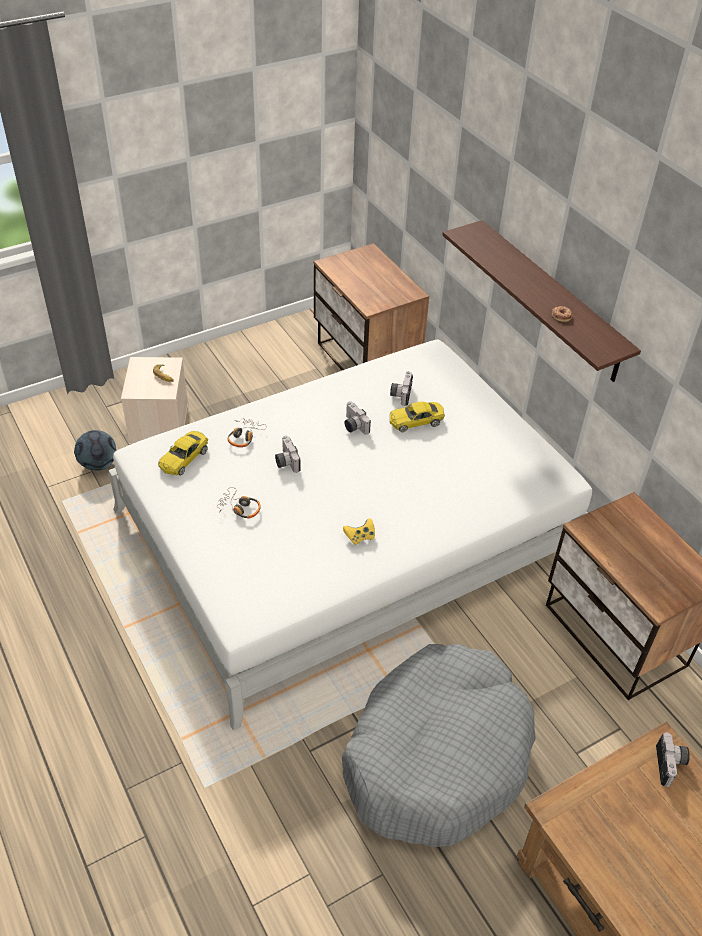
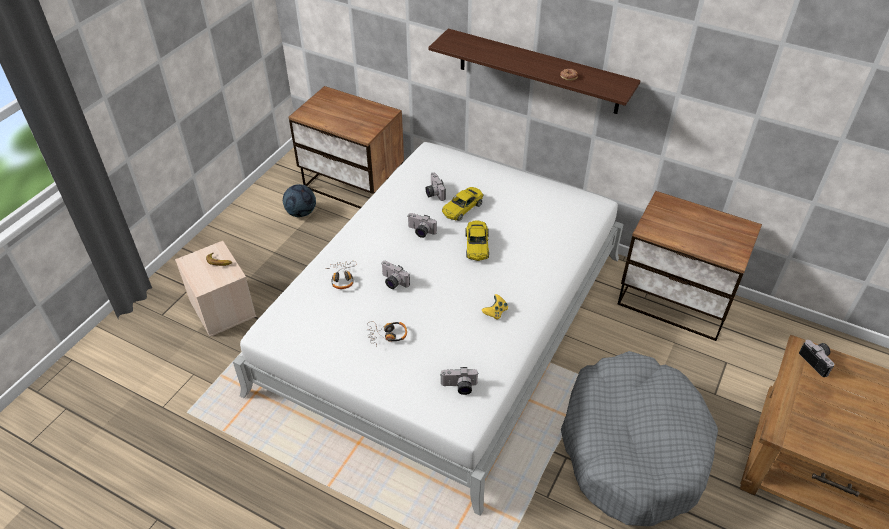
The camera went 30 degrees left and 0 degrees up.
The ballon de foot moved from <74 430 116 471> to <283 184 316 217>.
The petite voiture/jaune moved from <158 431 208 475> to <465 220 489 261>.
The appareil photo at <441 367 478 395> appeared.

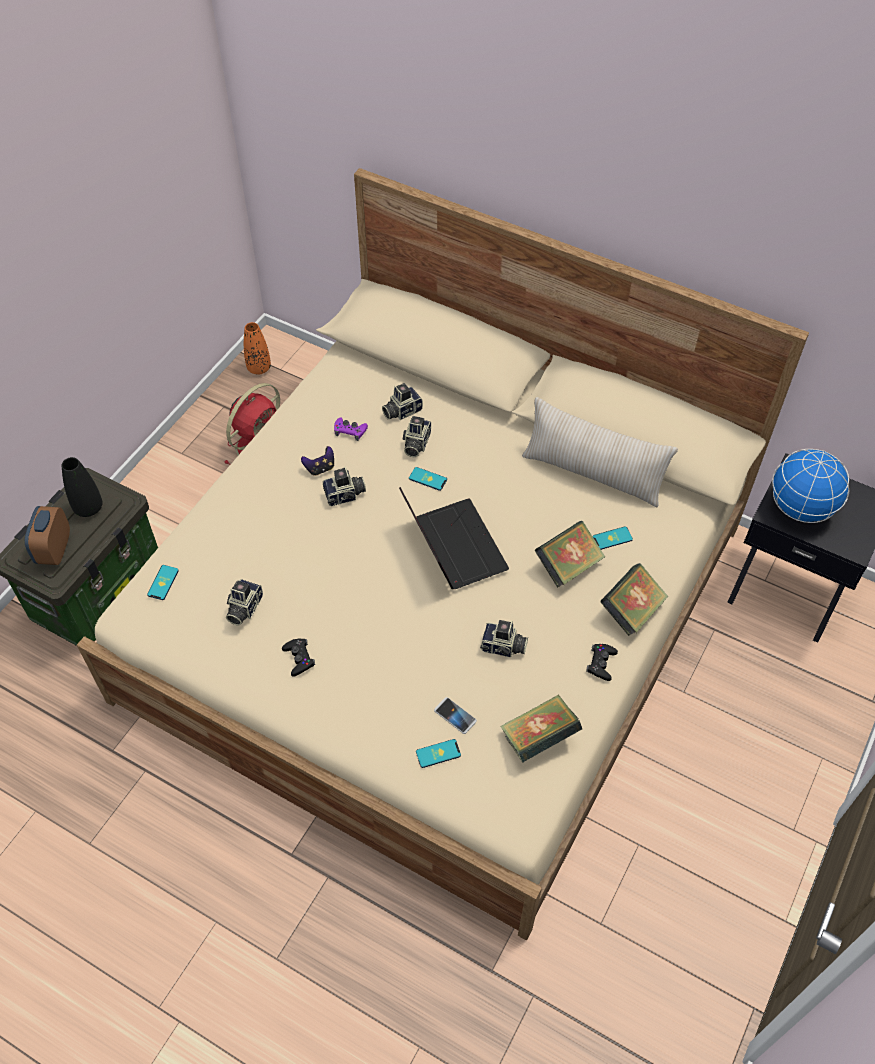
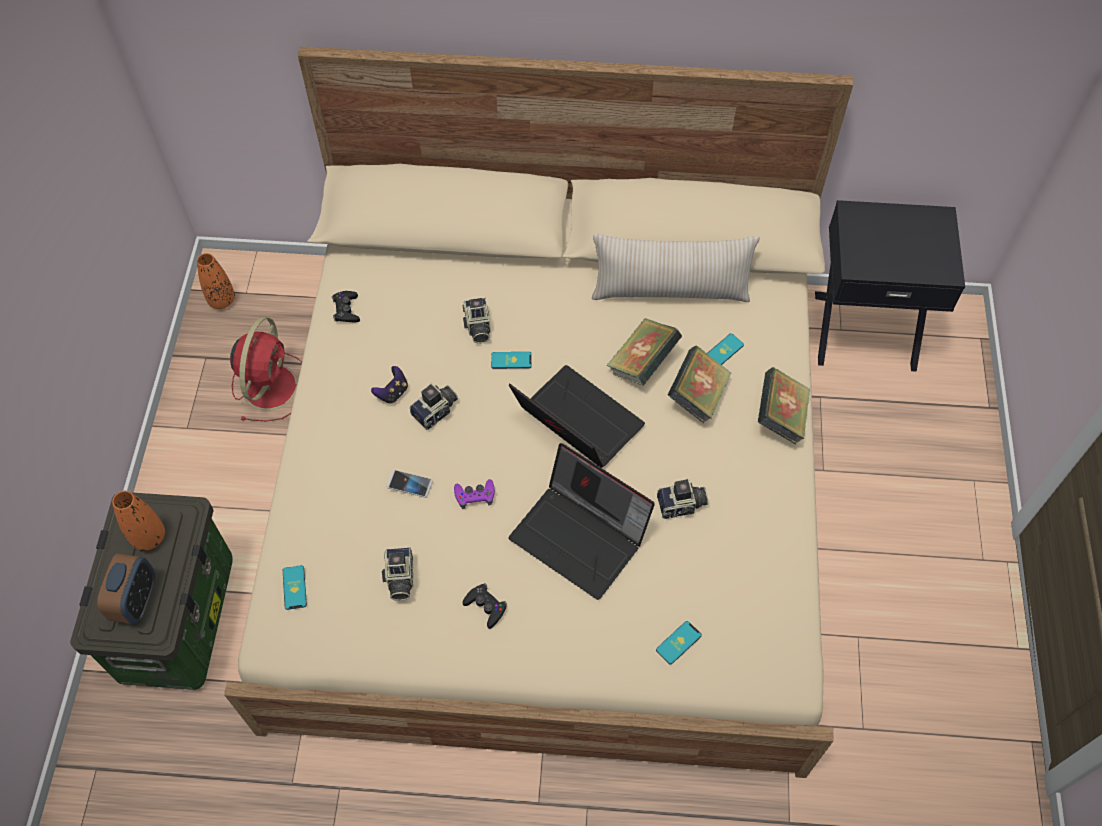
The camera went 25 degrees left and 5 degrees up.
The appareil photo at <382 383 423 420> disappeared.
The manette/violet moved from <334 417 368 441> to <454 479 495 509>.
The globe at <772 449 849 523> disappeared.
The vase/noir at <62 457 103 517> became the vase/orange at <112 491 165 551>.
The réveil at <25 506 70 565> turned 150 degrees counterclockwise.
The manette/noir moved from <586 644 618 681> to <332 291 360 322>.
The livre moved from <500 695 582 762> to <606 318 682 386>.
The téléphone moved from <434 697 477 734> to <387 470 433 498>.
The ordinateur portable at <509 443 655 600> appeared.

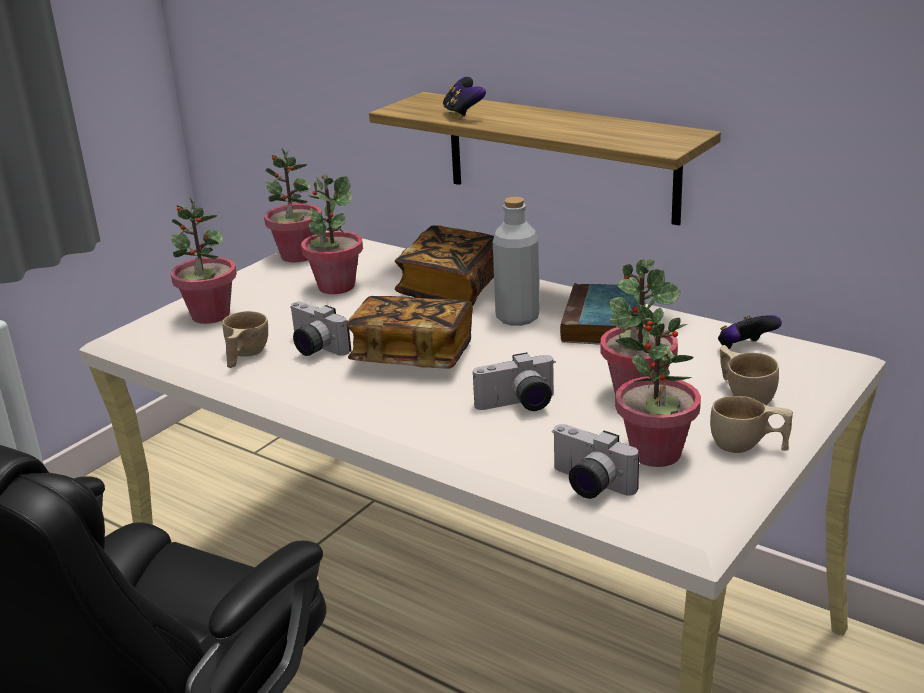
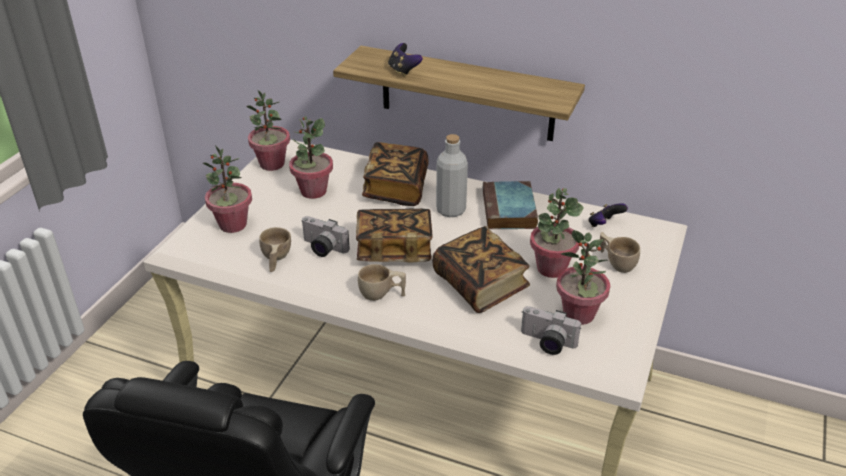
The camera went 15 degrees left and 10 degrees up.
The appareil photo at <473 352 556 411> was replaced by the livre at <432 226 530 313>.
The tasse/beige moved from <710 396 793 453> to <358 264 406 301>.

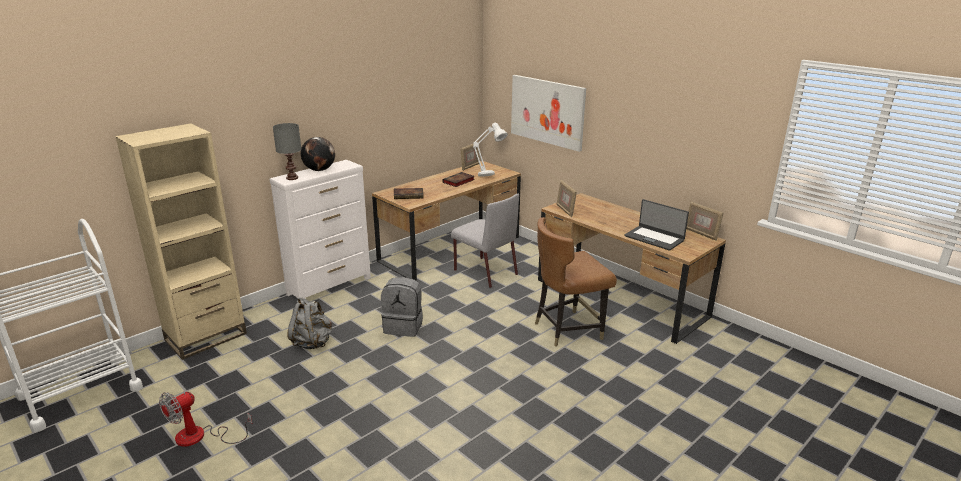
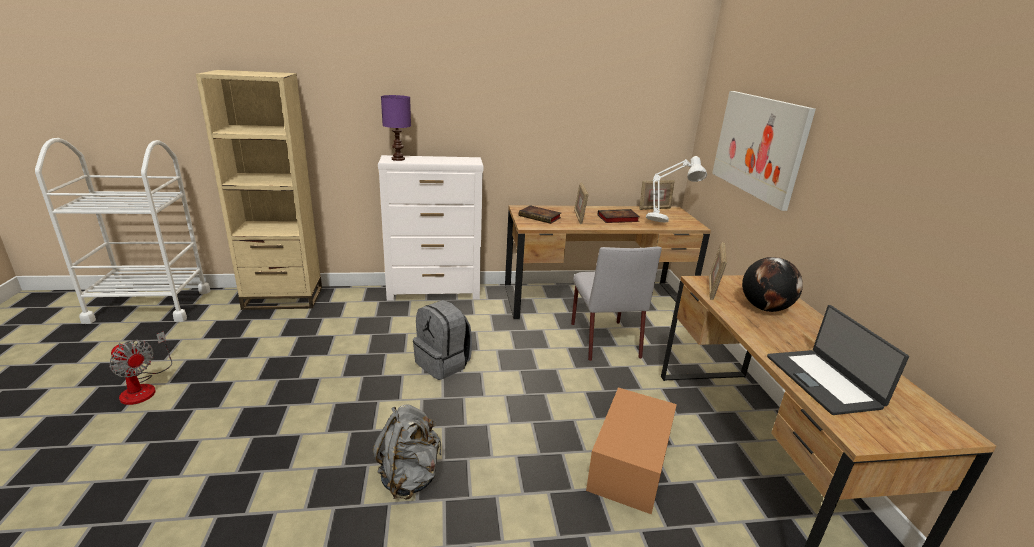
The camera went 35 degrees right and 0 degrees up.
The lampe de table/gris at <273 123 301 180> became the lampe de table/violet at <381 95 411 161>.
The globe moved from <301 137 335 171> to <742 257 803 312>.
The cadre photo moved from <686 202 723 240> to <574 183 589 224>.
The chaise/marron at <535 217 617 347> was replaced by the carton at <586 388 677 515>.
The sac à dos/gris moved from <287 297 332 349> to <373 404 441 500>.
The ventilateur at <159 391 253 447> turned 135 degrees counterclockwise.

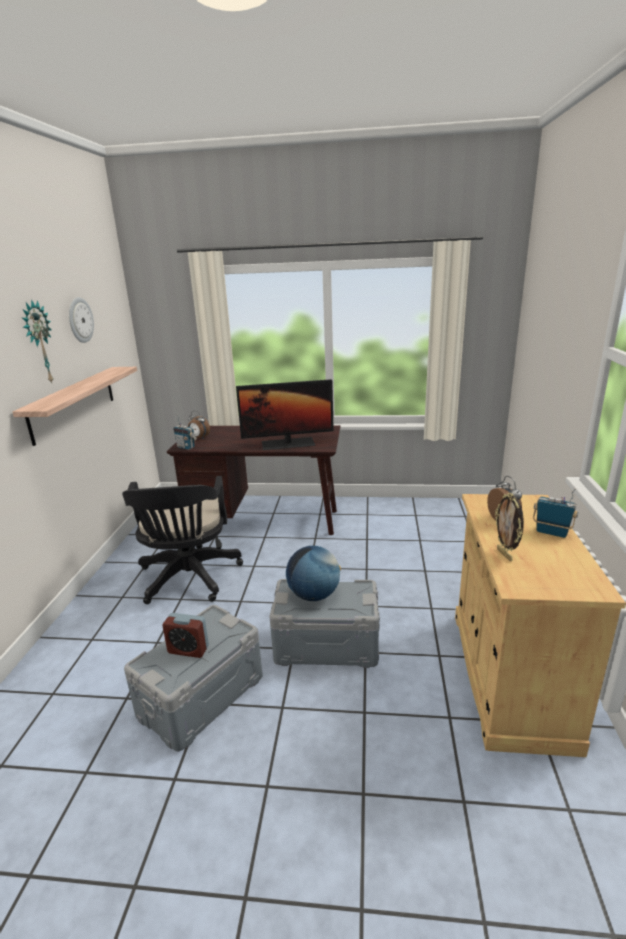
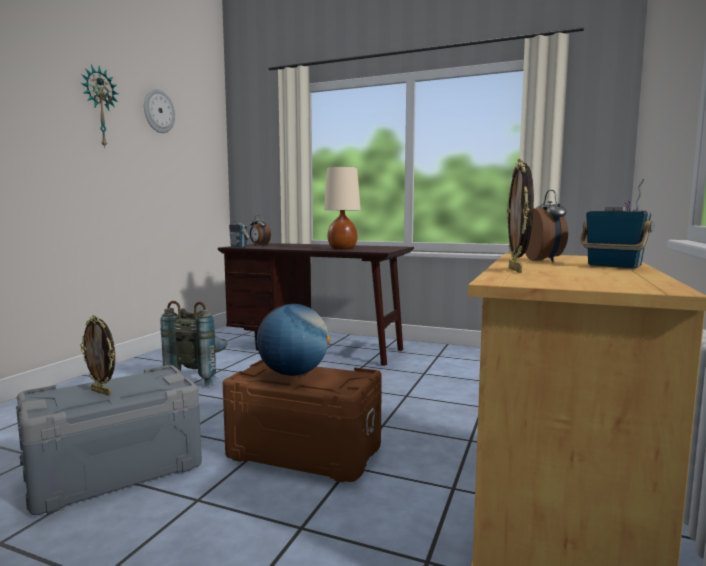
The camera went 15 degrees right and 15 degrees down.
The étagère at <13 367 137 446> disappeared.
The écran d'ordinateur at <236 379 334 450> was replaced by the lampe de table/beige at <324 166 361 250>.
The chaise de bureau/noir at <122 476 243 604> was replaced by the sac à dos/gris at <160 301 227 387>.
The boîte de rangement/gris at <270 579 380 668> became the boîte de rangement/marron at <223 359 382 482>.
The réveil at <162 613 209 658> was replaced by the cadre photo at <80 315 115 395>.

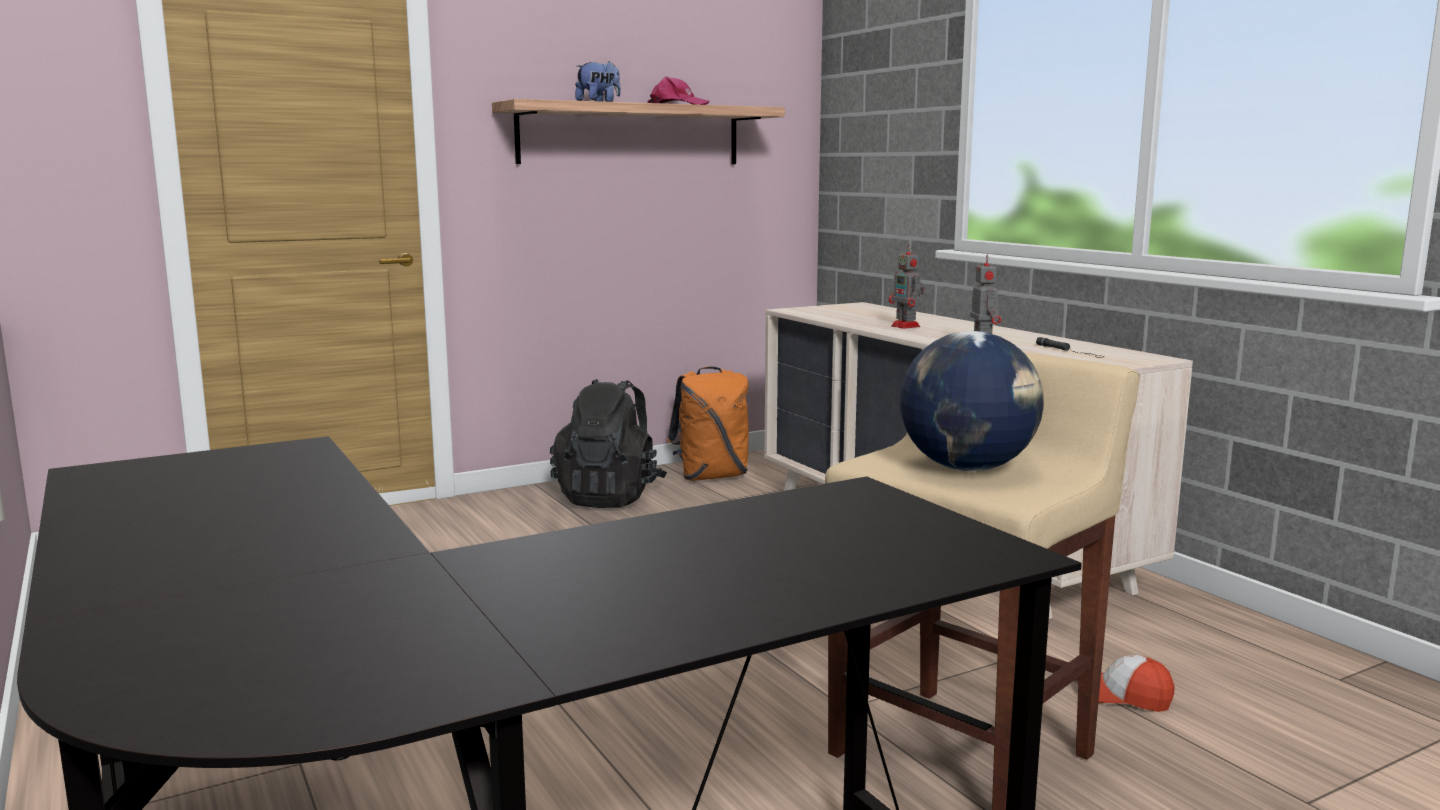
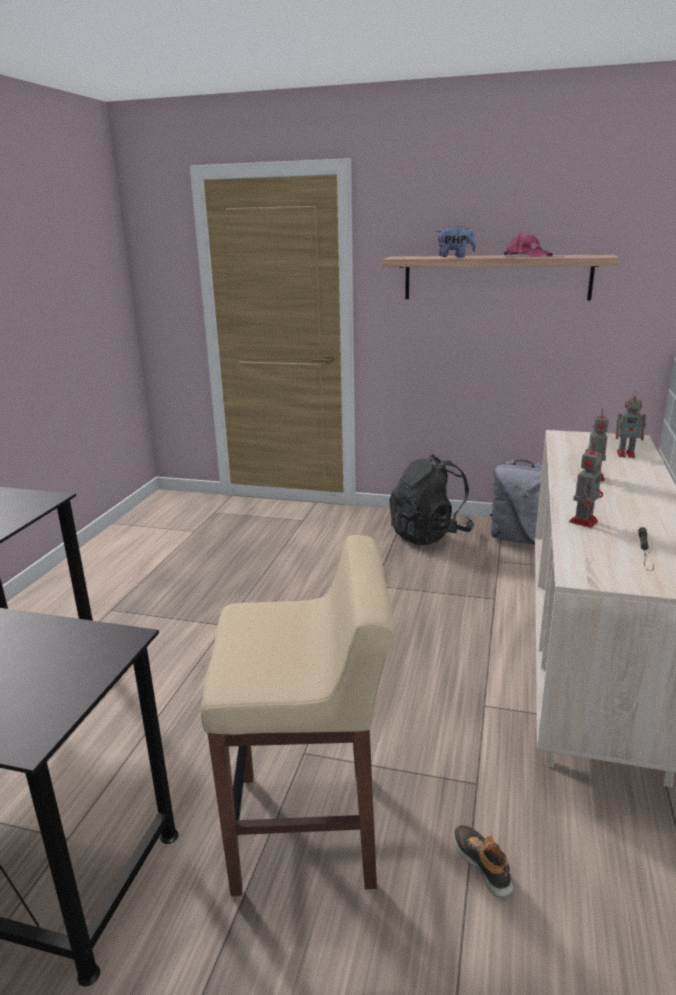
The camera went 45 degrees right and 10 degrees up.
The globe at <900 331 1044 471> disappeared.
The sac à dos/orange at <667 366 749 481> became the sac à dos/gris at <490 460 542 545>.
The casquette at <1098 655 1175 712> was replaced by the chaussure at <454 825 513 898>.
The robot jouet at <616 391 646 458> appeared.

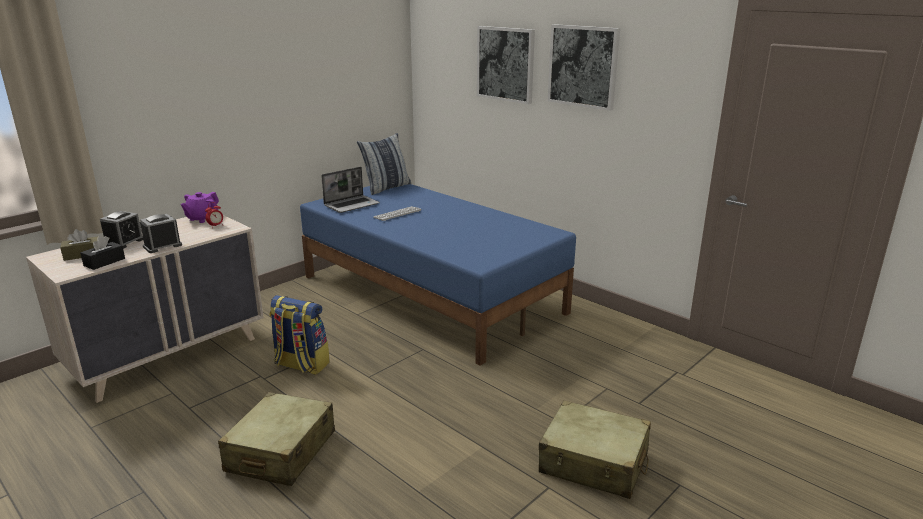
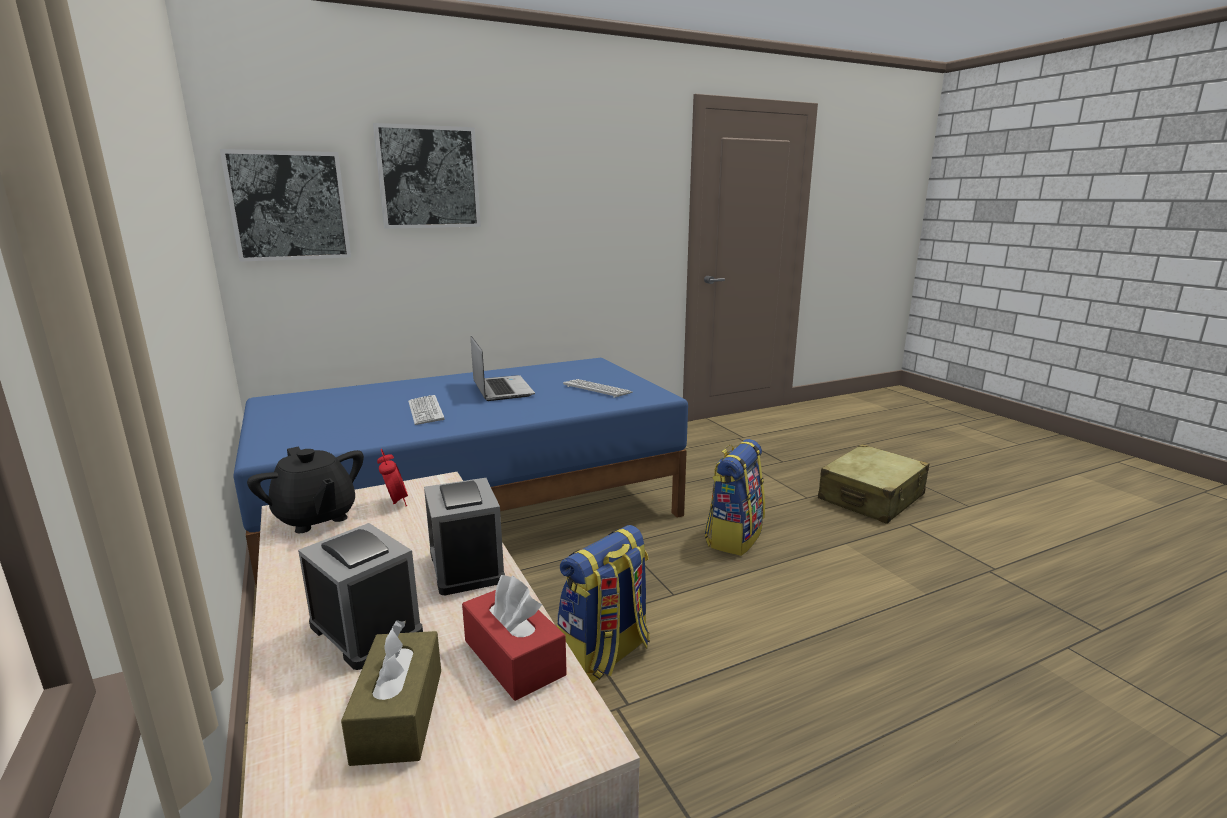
The camera went 70 degrees left and 5 degrees down.
The tableau moved from <548 24 620 111> to <220 149 351 262>.
The coussin at <357 133 411 195> disappeared.
The ordinateur portable moved from <321 167 380 213> to <471 336 535 401>.
The théière/violet at <181 192 219 223> became the théière/noir at <247 446 364 533>.
The boîte à mouchoirs/noir at <80 236 125 270> became the boîte à mouchoirs/rouge at <462 575 567 701>.
The valise/beige at <218 392 335 486> disappeared.
The clavier at <563 379 633 398> appeared.
The sac à dos at <704 439 765 556> appeared.

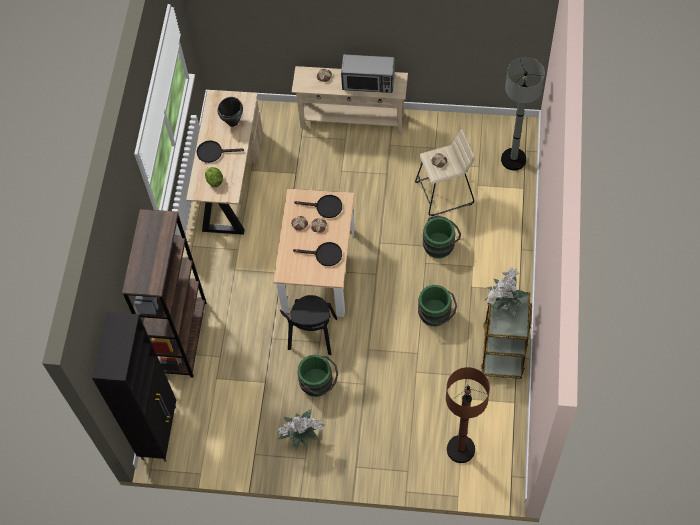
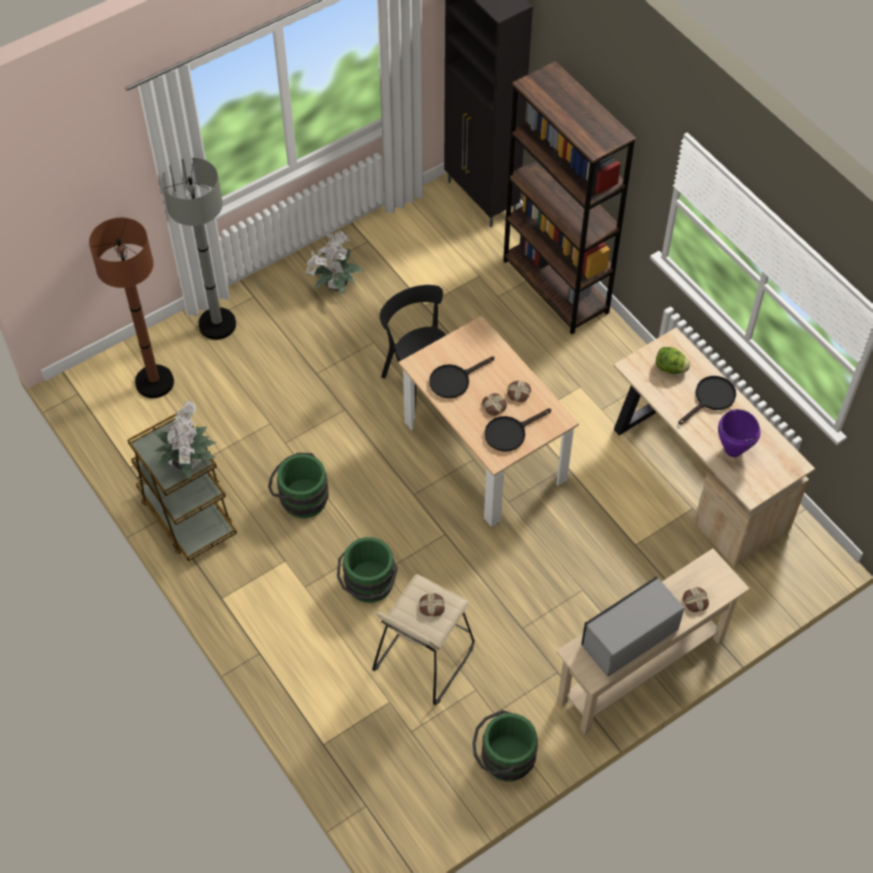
The camera went 135 degrees right and 5 degrees down.
The lampadaire/gris moved from <501 57 545 170> to <162 158 236 340>.
The marmite/noir at <218 97 243 127> became the marmite/violet at <718 409 760 457>.
The seau/vert moved from <297 355 338 397> to <472 710 538 782>.

